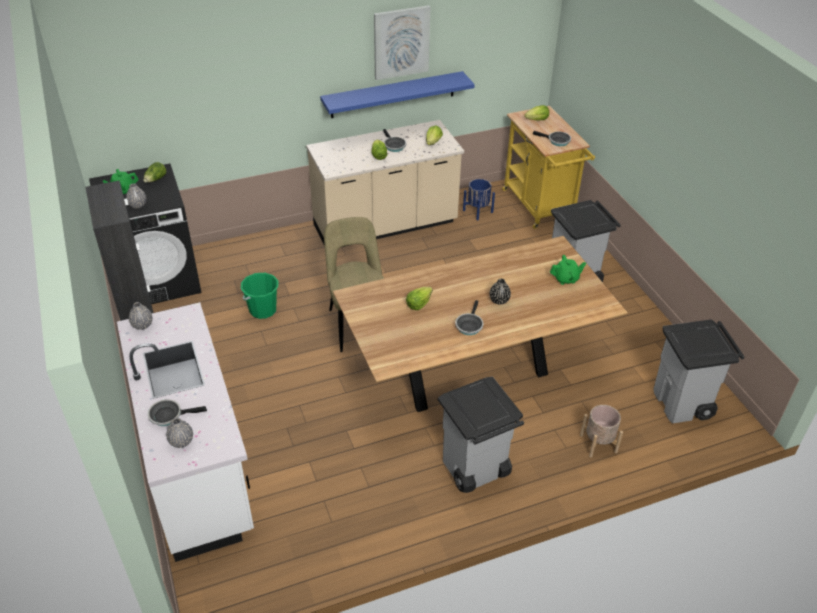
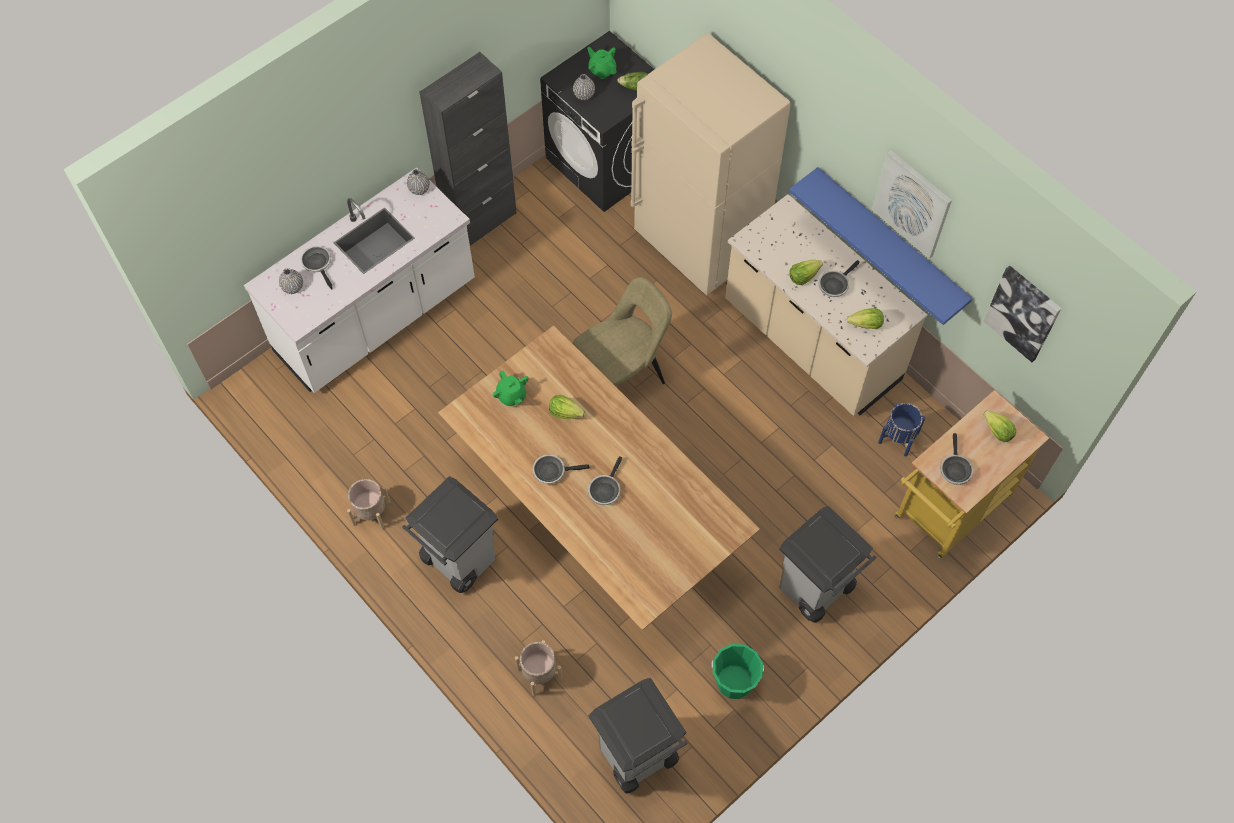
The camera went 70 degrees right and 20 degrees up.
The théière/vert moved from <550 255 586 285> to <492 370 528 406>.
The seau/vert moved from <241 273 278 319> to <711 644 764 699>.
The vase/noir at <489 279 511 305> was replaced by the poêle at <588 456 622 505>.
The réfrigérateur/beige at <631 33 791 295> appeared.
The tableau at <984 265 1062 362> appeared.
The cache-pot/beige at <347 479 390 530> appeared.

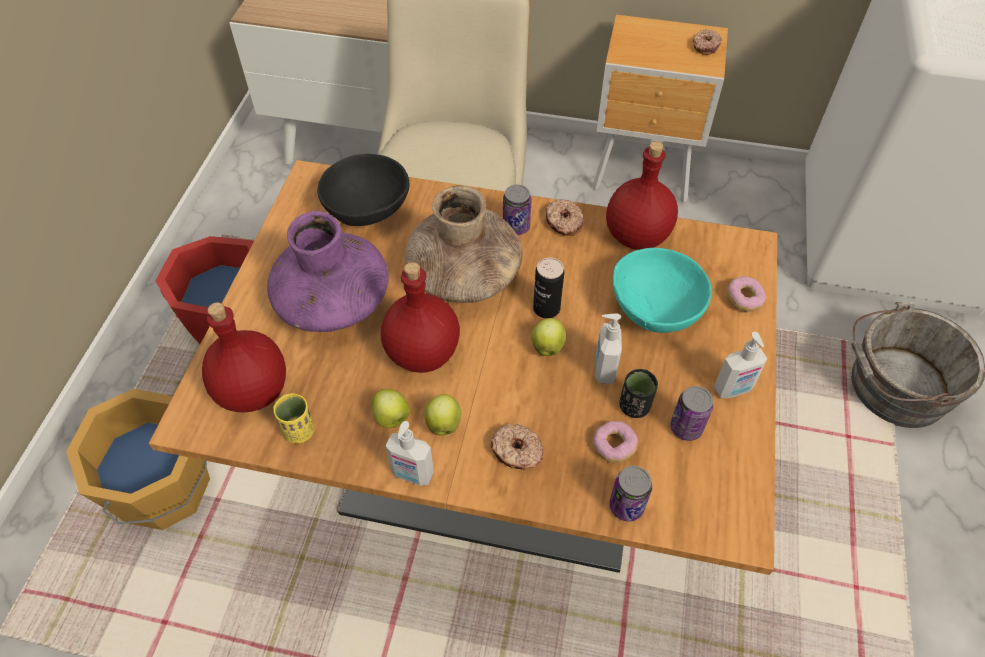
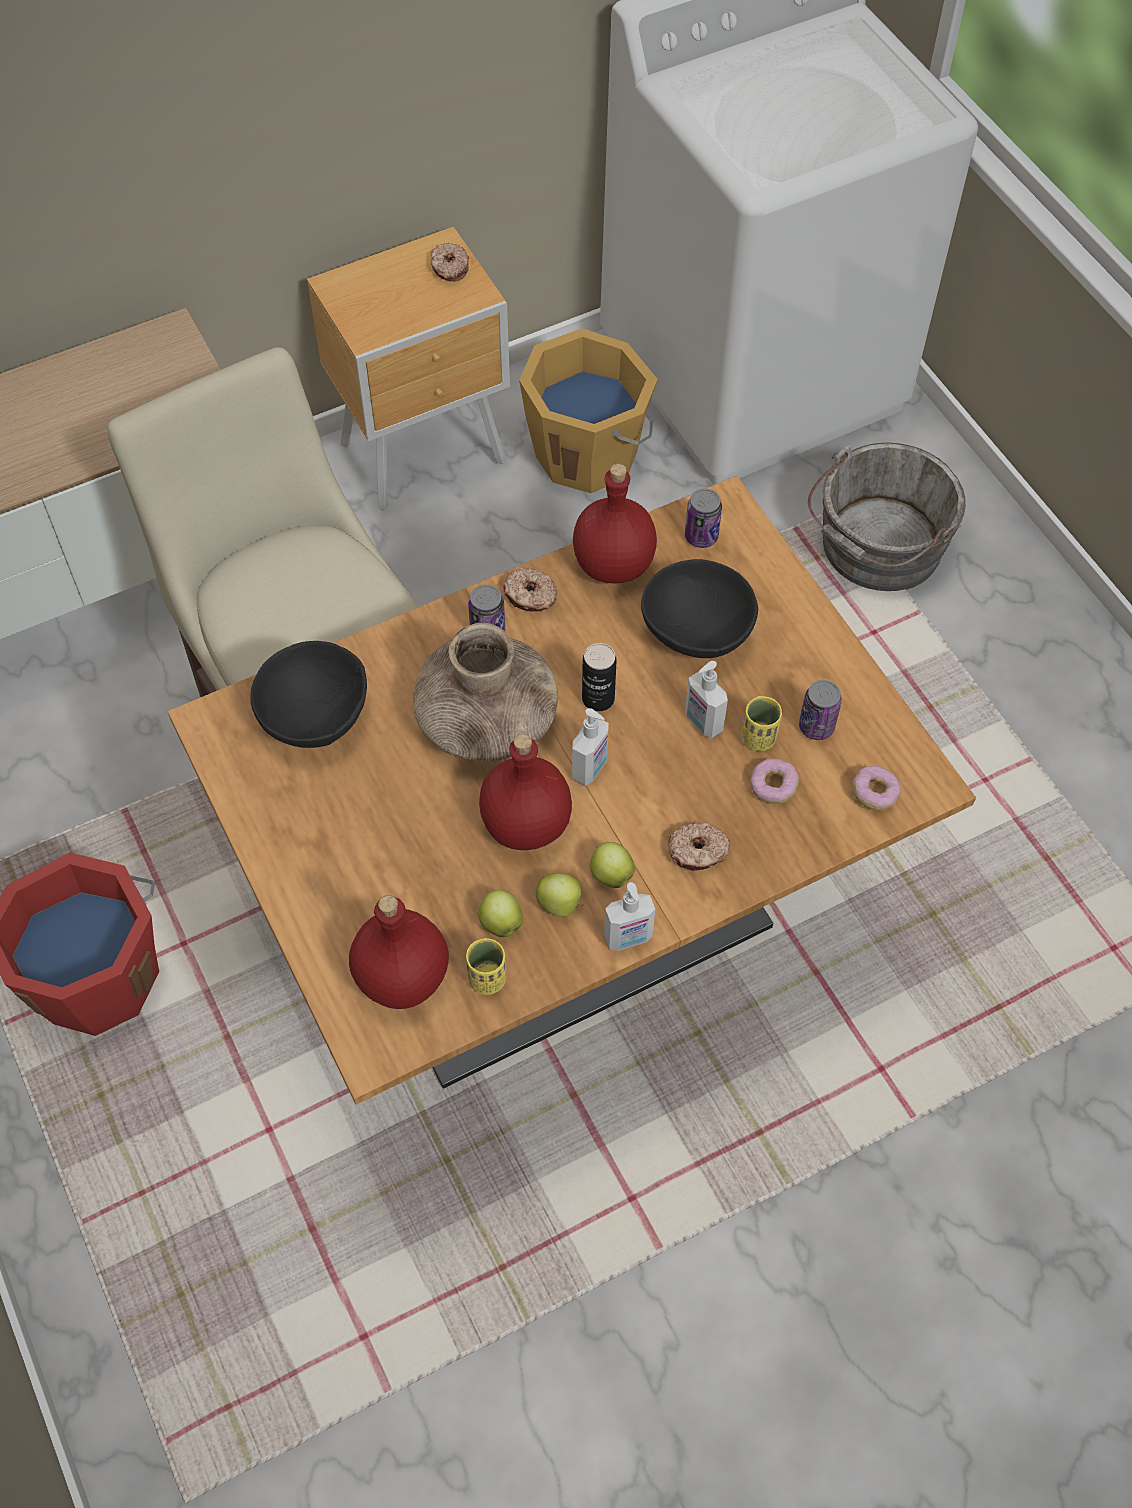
The camera went 40 degrees left and 5 degrees up.
The vase/violet at <267 211 389 332> disappeared.
The bol/turquoise at <613 248 712 333> became the bol/noir at <641 559 758 658>.
The beignet moved from <727 276 766 312> to <852 765 901 810>.
The pomme moved from <532 318 566 356> to <478 890 523 937>.
The distributeur de savon moved from <714 332 767 399> to <572 708 609 786>.
The tasse/noir at <619 369 658 418> became the tasse/jaune at <741 696 782 751>.
The seau/orange moved from <66 389 210 530> to <519 328 658 493>.
The boîte métallique moved from <609 466 652 522> to <685 488 722 548>.

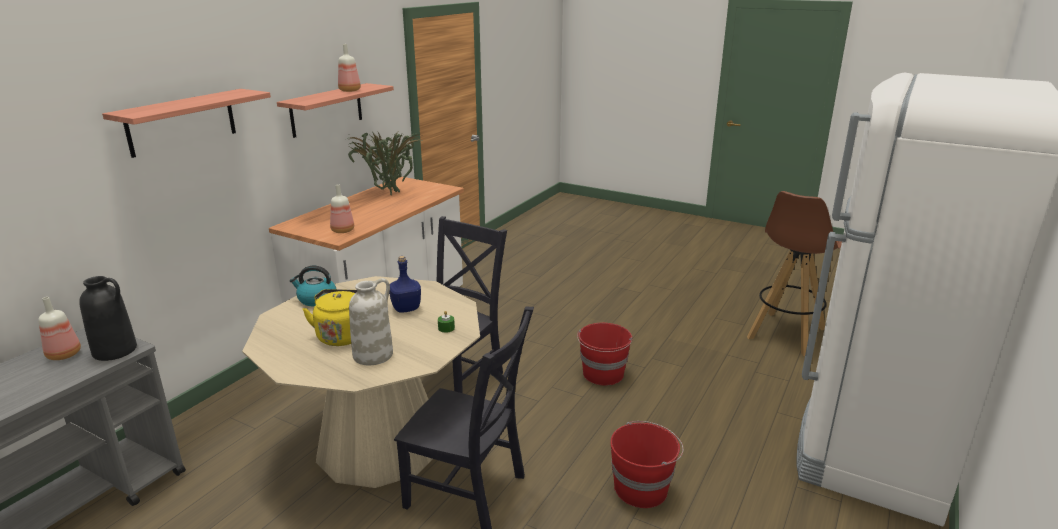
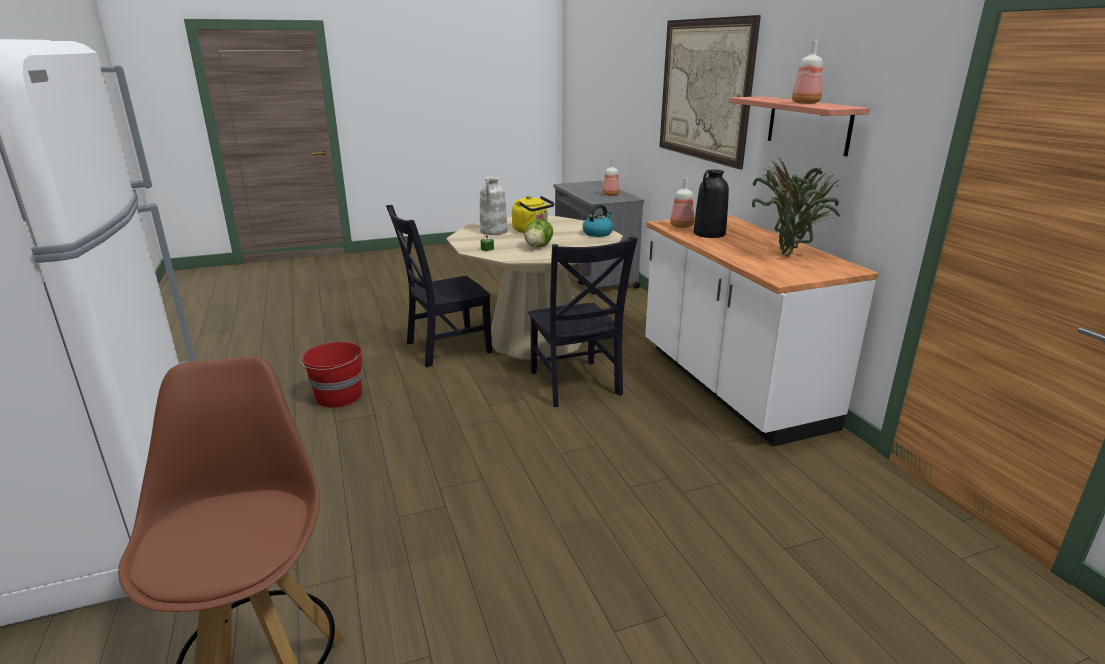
The camera went 130 degrees right and 0 degrees up.
The étagère at <102 89 271 158> was replaced by the tableau at <659 15 761 170>.
The bouteille/bleu at <389 256 421 313> was replaced by the laitue at <524 219 553 248>.
The vase/noir moved from <79 276 137 361> to <694 170 729 238>.
The seau/rouge at <577 323 632 385> disappeared.

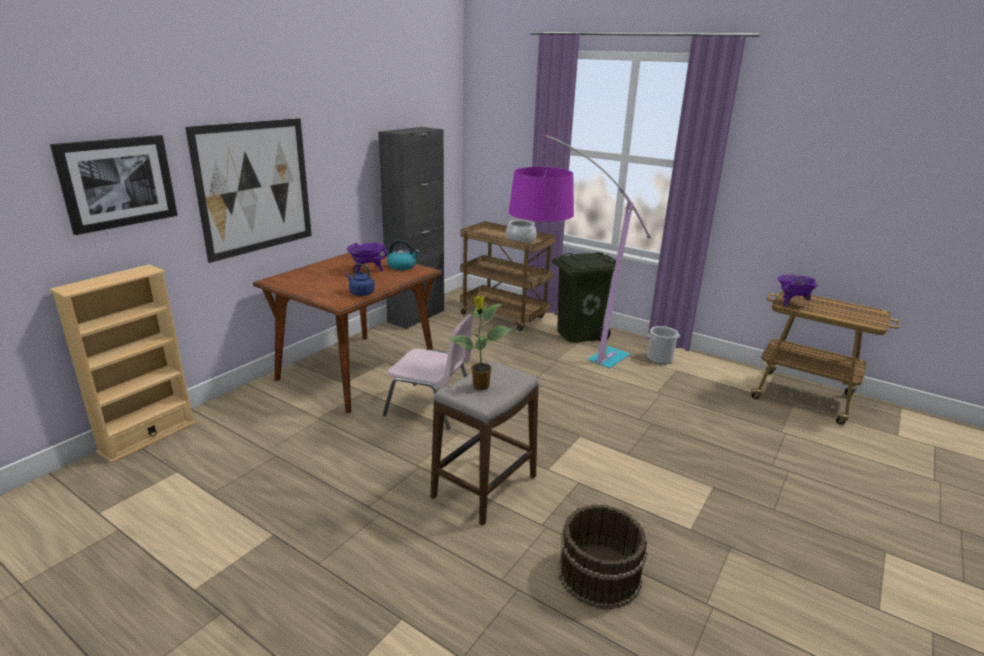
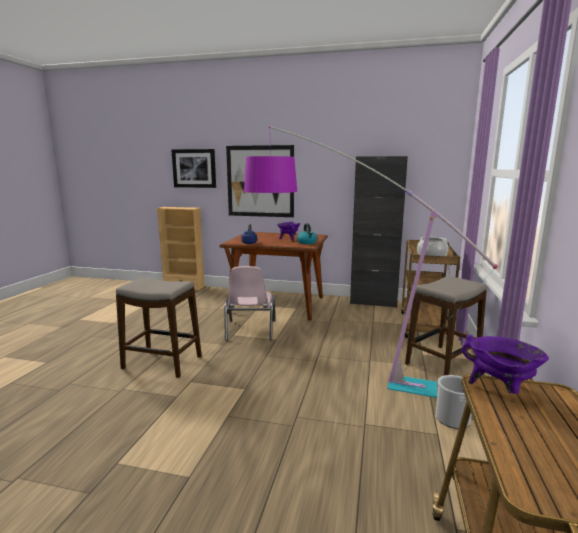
The camera went 70 degrees right and 10 degrees down.
The poubelle/vert at <552 252 616 343> was replaced by the tabouret at <405 276 487 376>.
The plante en pot at <449 295 511 390> disappeared.
The seau/marron at <558 505 648 609> disappeared.

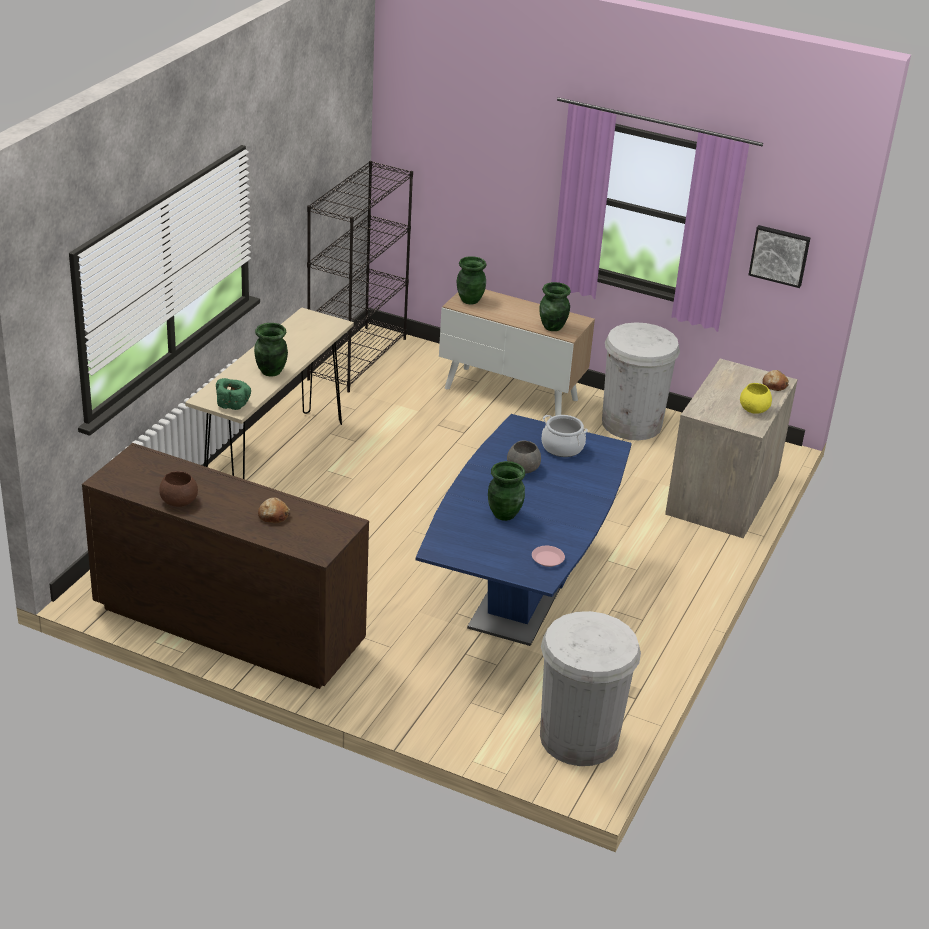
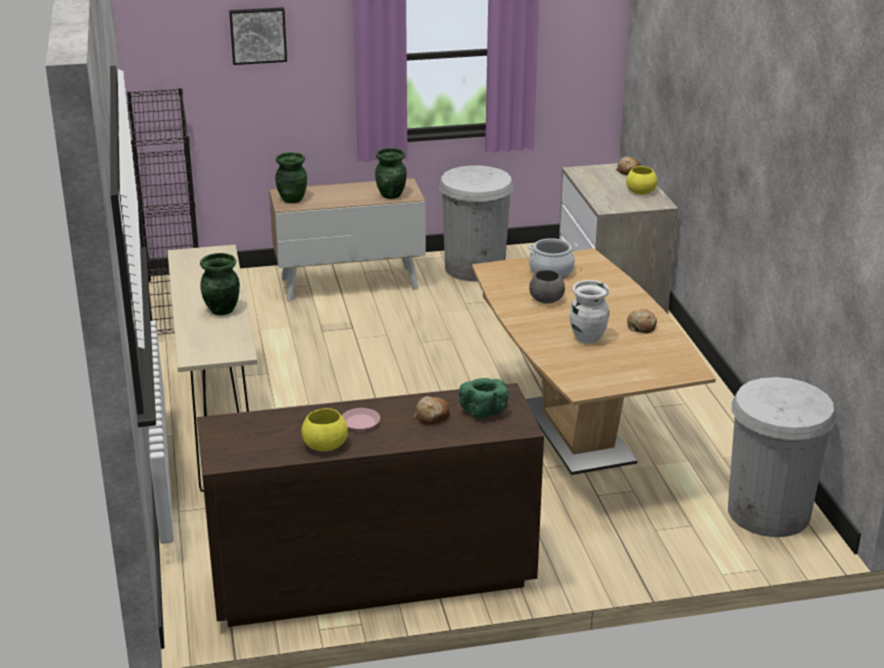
The camera went 35 degrees left and 5 degrees down.
The tableau moved from <749 225 810 288> to <229 7 287 65>.
The bol/vert moved from <216 378 251 410> to <459 378 509 418>.
The table à manger/bleu at <416 414 632 646> became the table à manger/marron at <472 248 716 475>.
The vase/vert at <488 461 525 521> became the vase/blanc at <570 280 609 344>.
The bol/marron at <159 471 198 507> became the bol/jaune at <302 408 348 452>.
The assiette/rose moved from <532 546 565 567> to <342 408 380 431>.
The pain at <627 309 657 334> appeared.

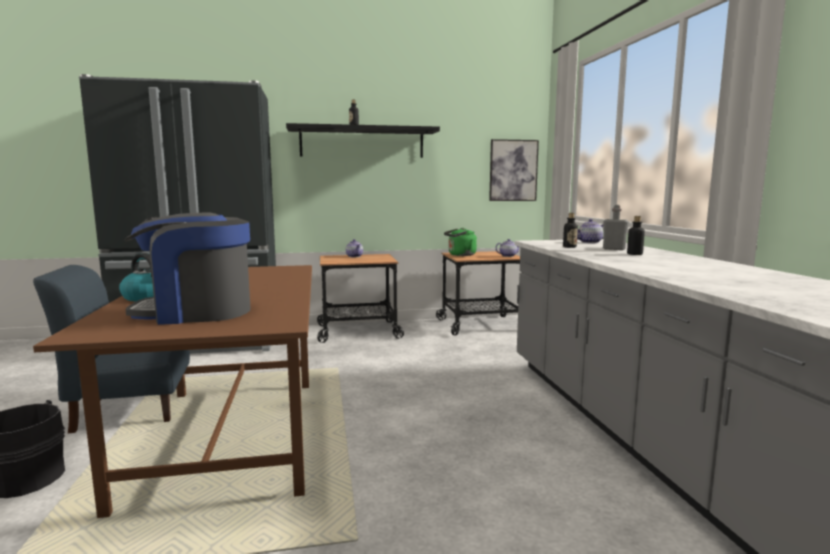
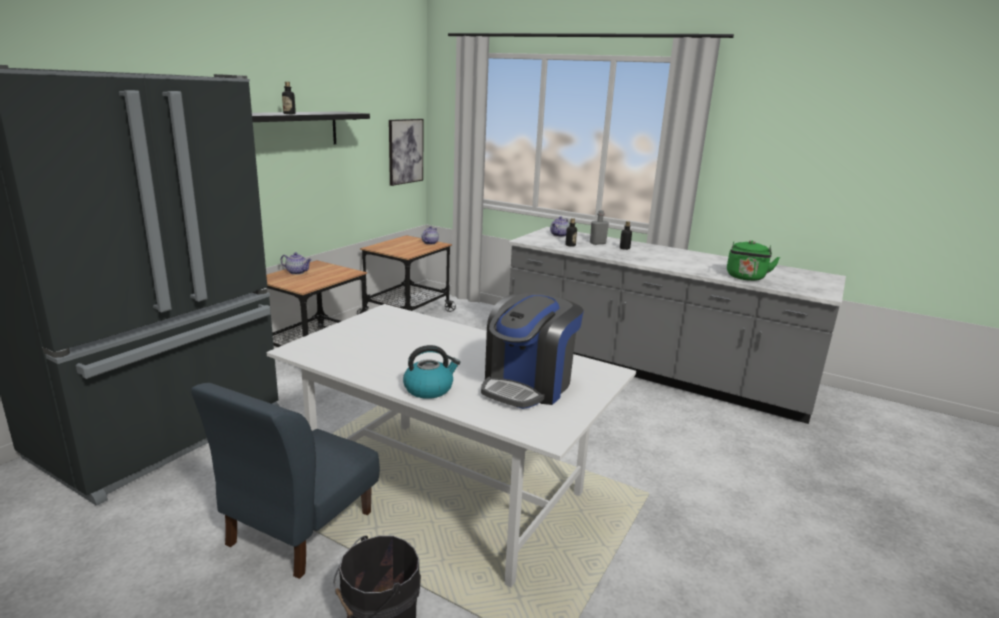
The camera went 50 degrees left and 10 degrees up.
The bouilloire/vert moved from <444 228 477 256> to <727 240 780 281>.
The table à manger/marron at <33 265 312 518> became the table à manger/blanc at <267 304 636 587>.

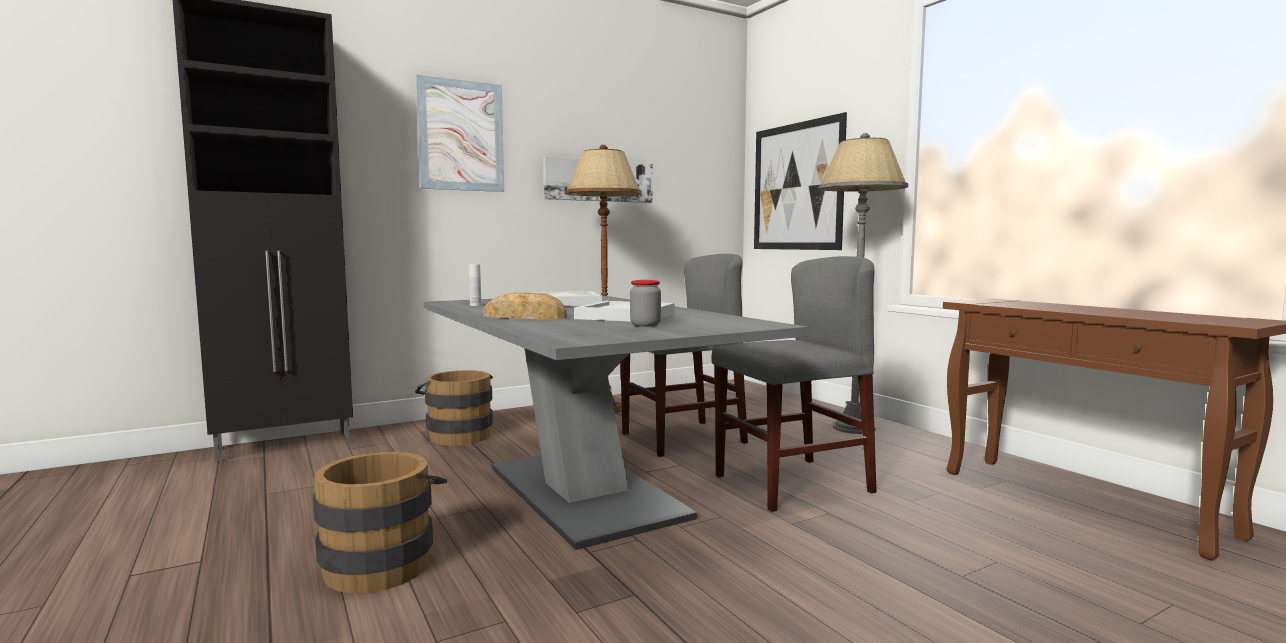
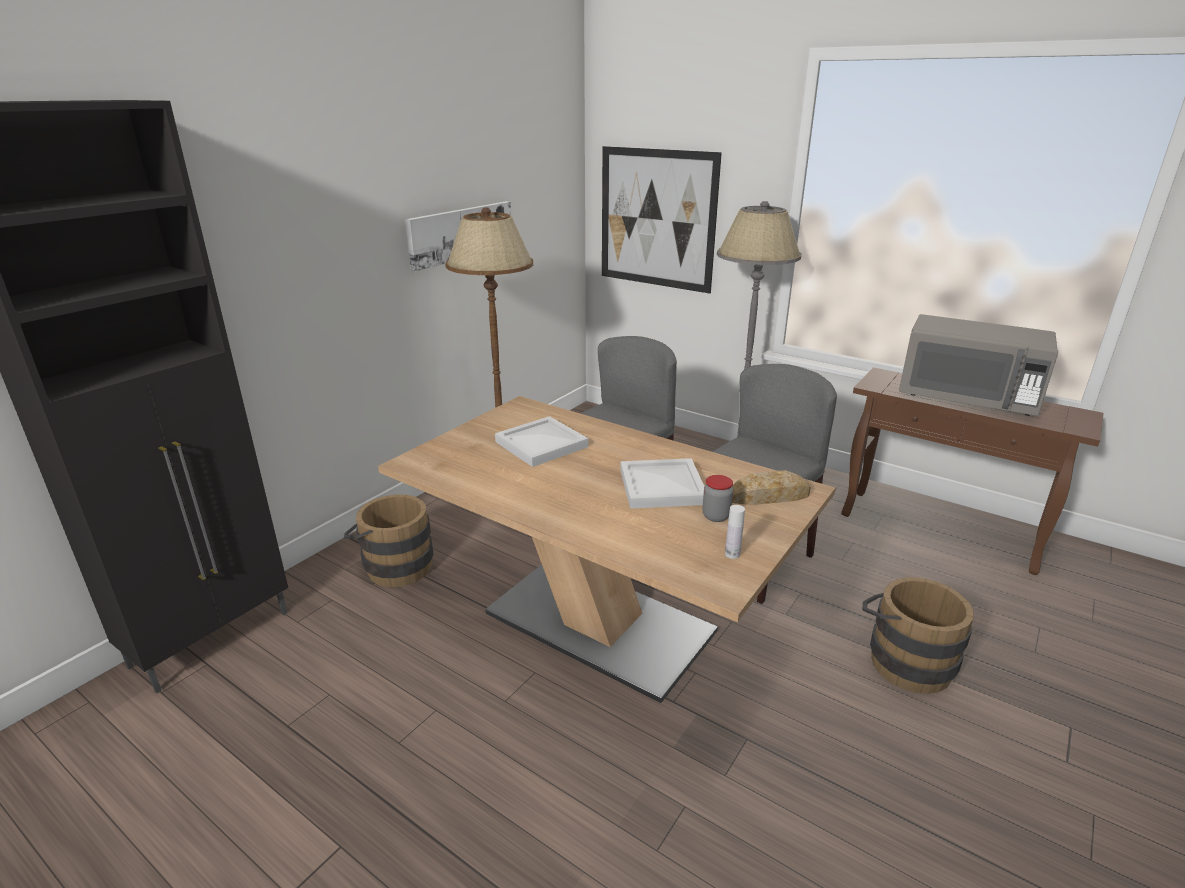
The camera went 25 degrees left and 20 degrees up.
The tableau at <416 75 504 192> disappeared.
The bouteille/blanc moved from <469 264 481 306> to <725 505 745 559>.
The pain moved from <483 292 567 320> to <732 470 811 505>.
The table à manger/gris at <424 295 809 550> became the table à manger/marron at <378 396 836 703>.
The seau/marron moved from <313 452 447 593> to <862 577 973 694>.
The micro-ondes/gris at <899 314 1058 416> appeared.

